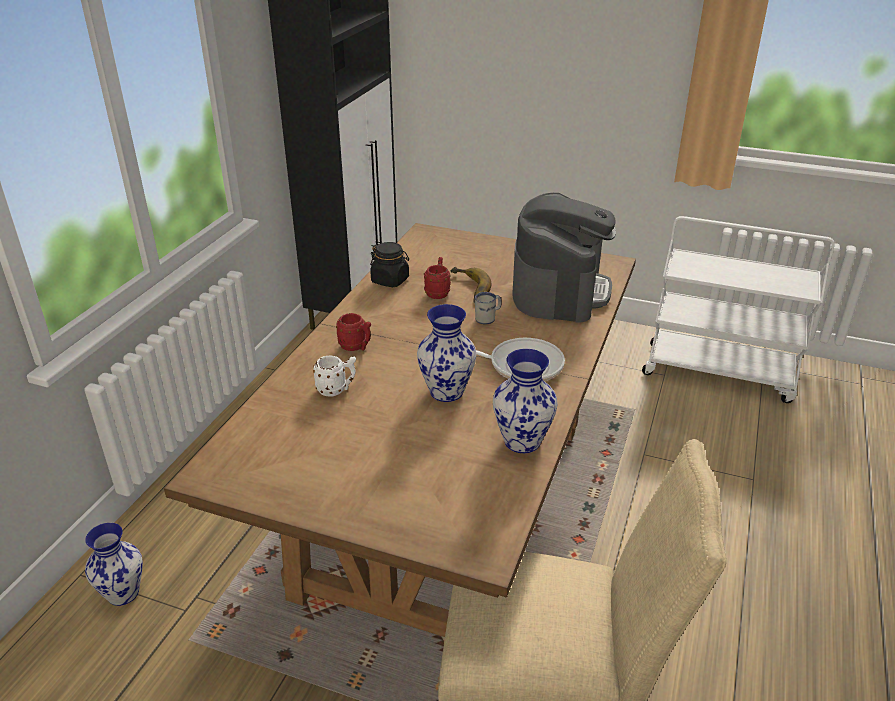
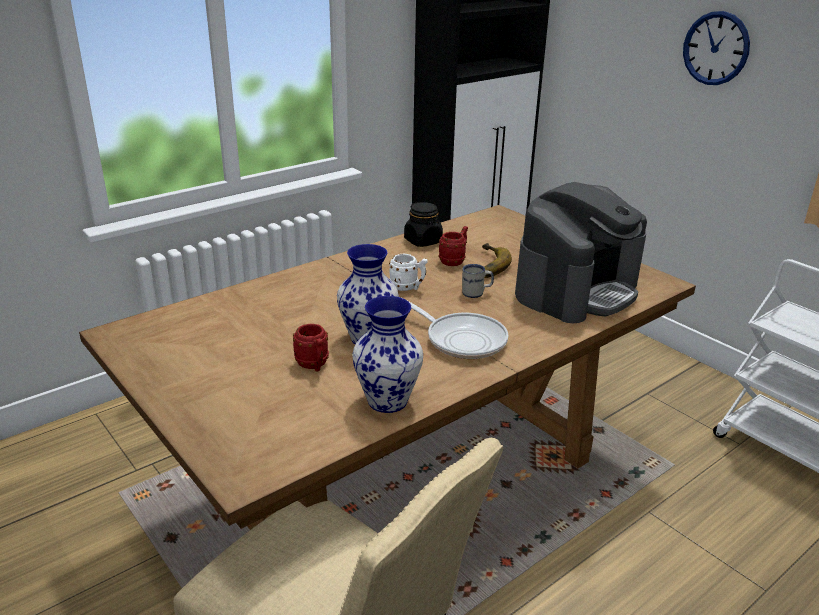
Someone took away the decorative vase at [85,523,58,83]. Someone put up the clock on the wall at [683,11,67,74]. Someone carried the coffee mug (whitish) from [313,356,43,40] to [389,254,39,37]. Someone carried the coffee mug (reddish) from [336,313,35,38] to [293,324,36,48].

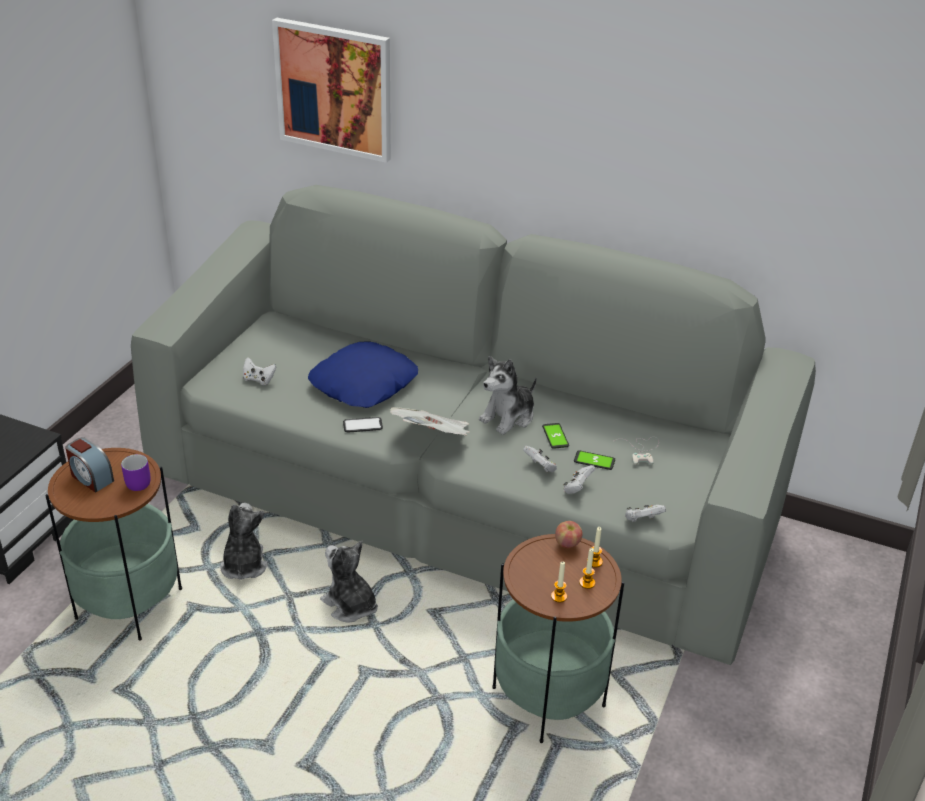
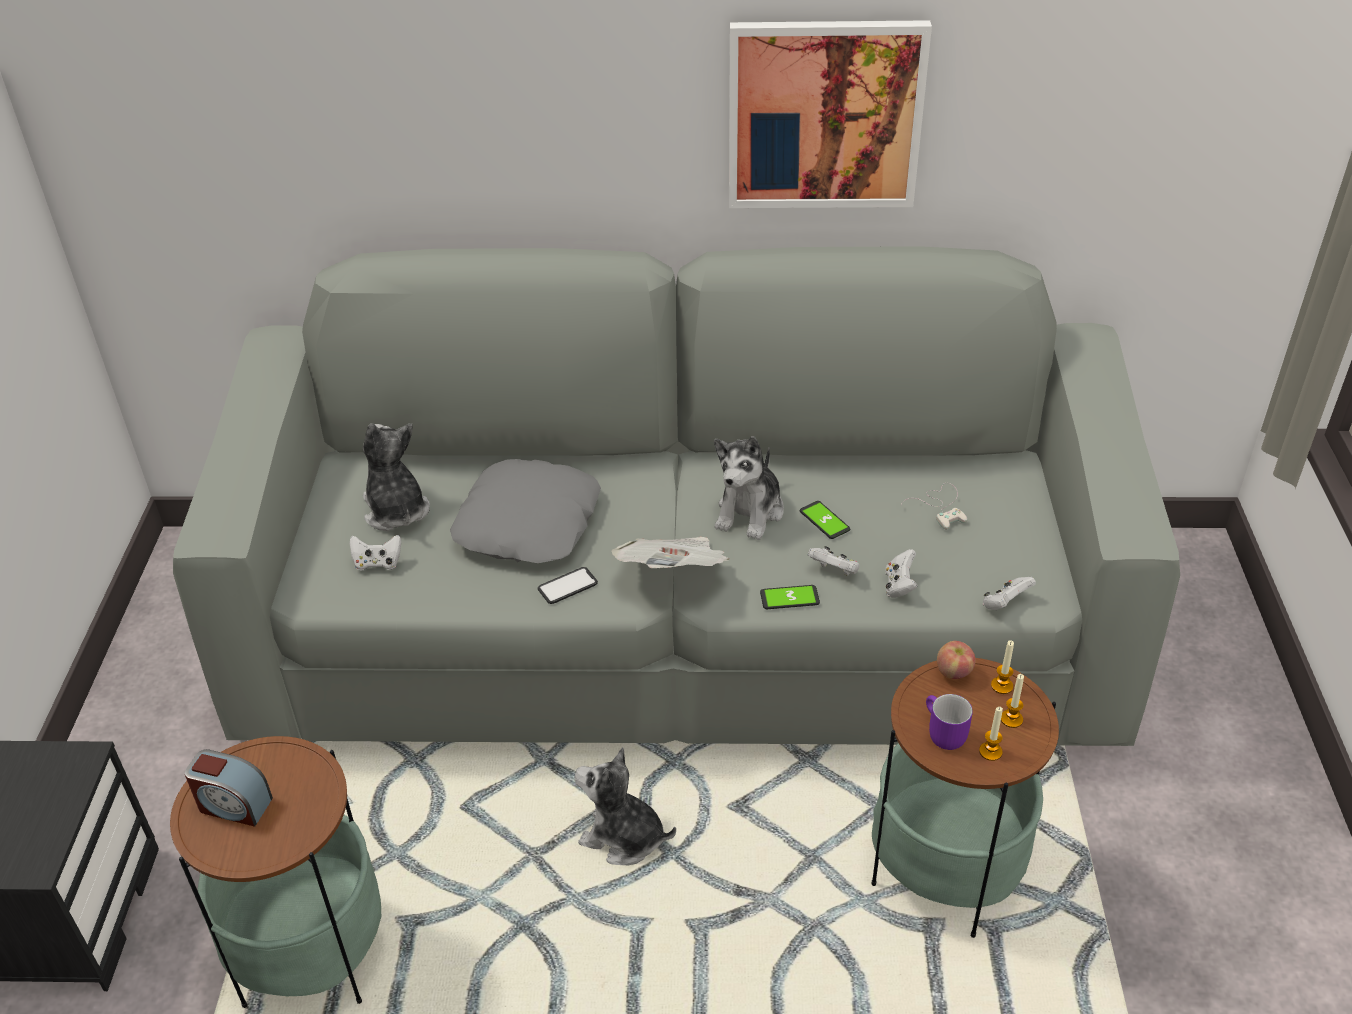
Someone carried the coffee mug (purple-coloured) from [121,454,30,37] to [926,694,47,56]. Someone carried the plush toy from [220,503,48,77] to [363,423,67,108]. Someone carried the picture from [272,18,119,145] to [729,20,203,188]. Someone carried the phone from [574,450,41,20] to [760,585,60,24]. Someone repainted the cushion (blue) at [308,341,110,67], which became the cushion (greyish) at [450,459,151,104].

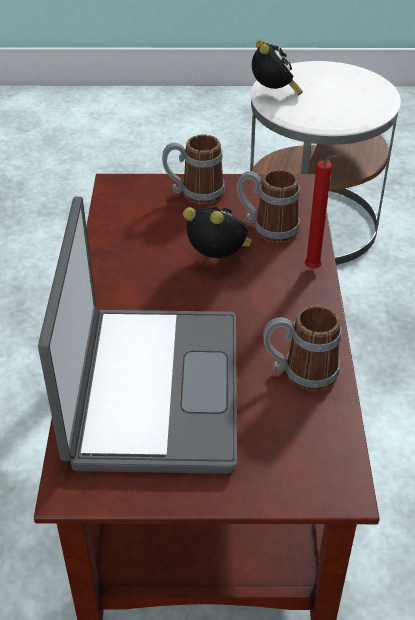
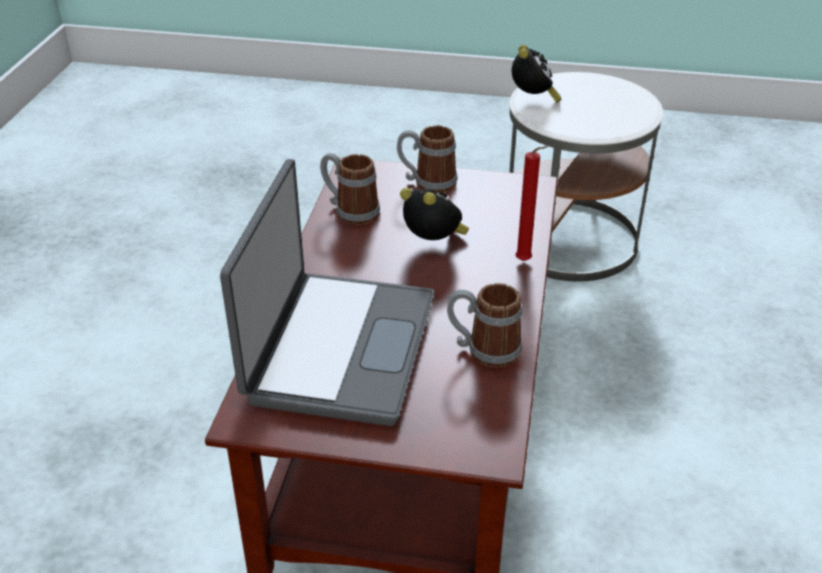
Someone carried the coffee mug from [237,169,63,73] to [320,153,60,72].

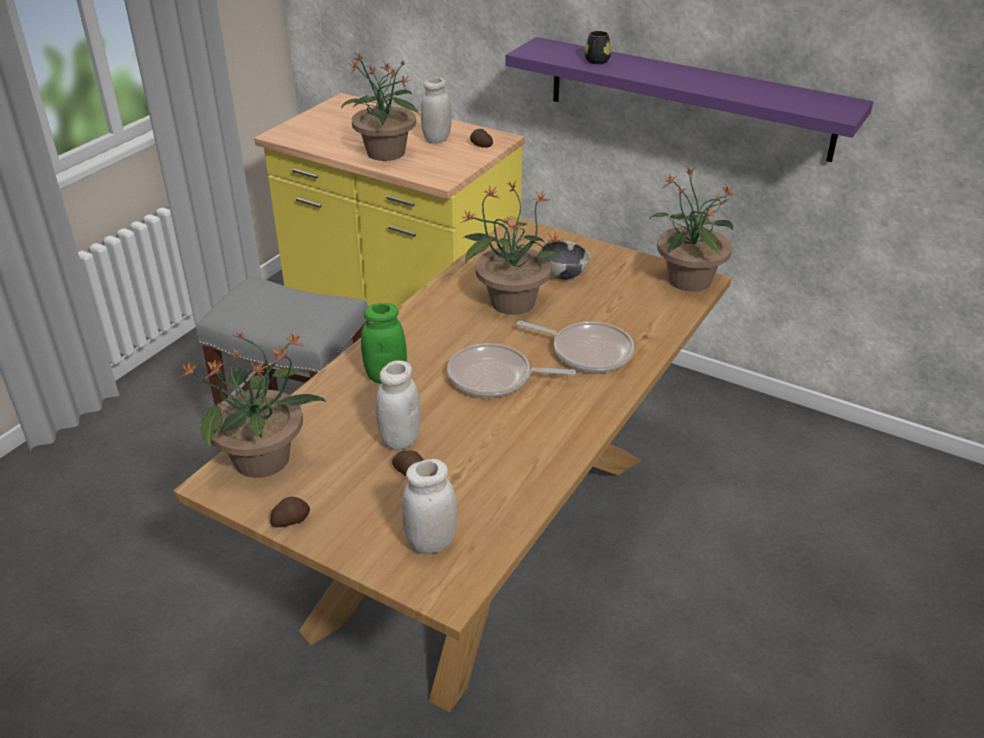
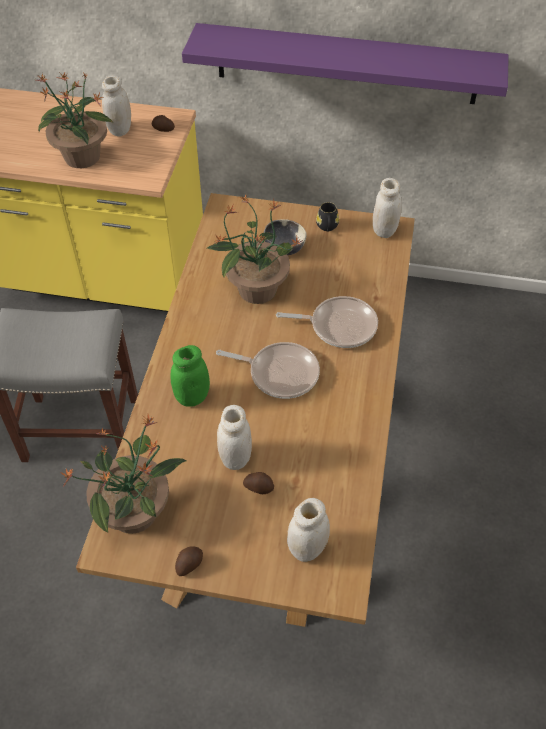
Someone carried the coffee mug (black) from [585,31,26,33] to [316,202,23,30]. Someone swapped the plant in a pot at [650,166,85,126] for the storage jar (whitish) at [373,178,29,60]. Someone rotated the pan at [447,343,129,54] by 150 degrees counterclockwise.

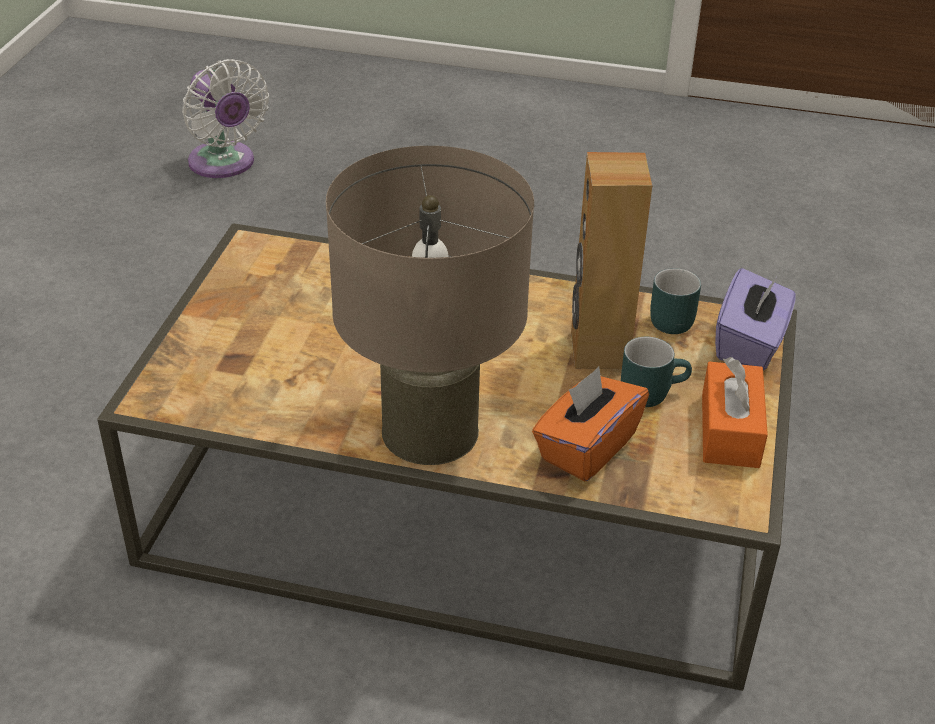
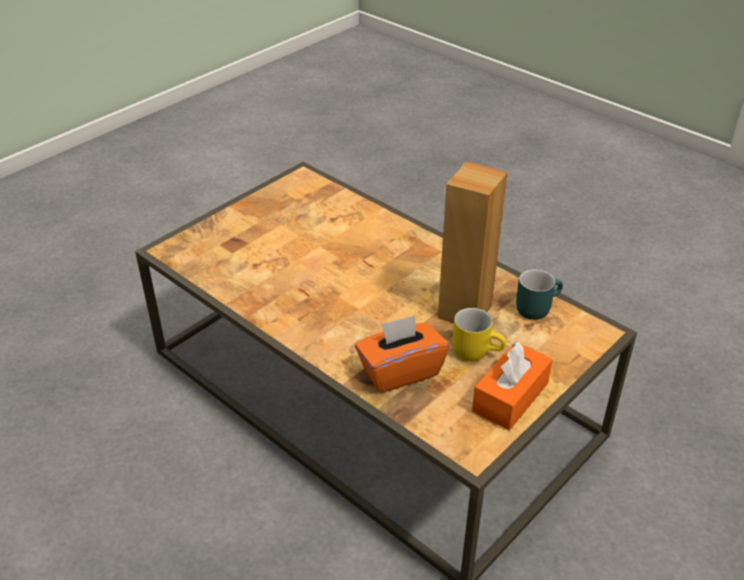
Someone took away the fan (whitish) at [182,59,87,119]. Someone took away the lamp for a table (sand-coloured) at [326,146,208,319]. Someone took away the box of tissues (purple-coloured) at [715,268,81,102]. Someone repainted the coffee mug (turquoise-coloured) at [621,337,71,70], which became the coffee mug (yellow) at [453,308,53,53].

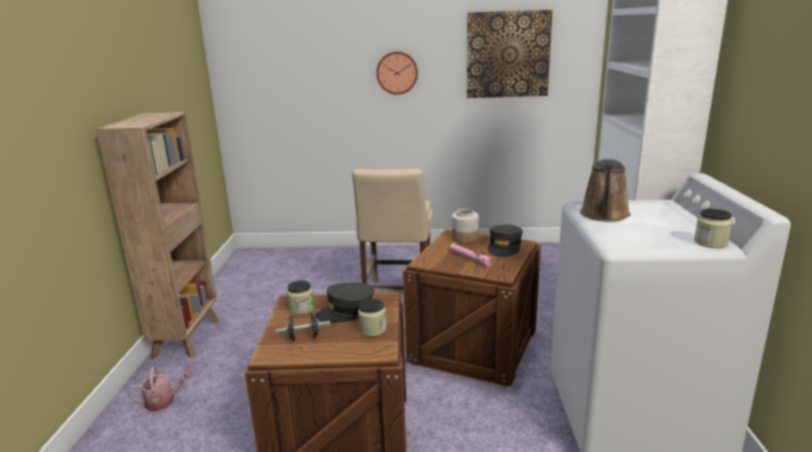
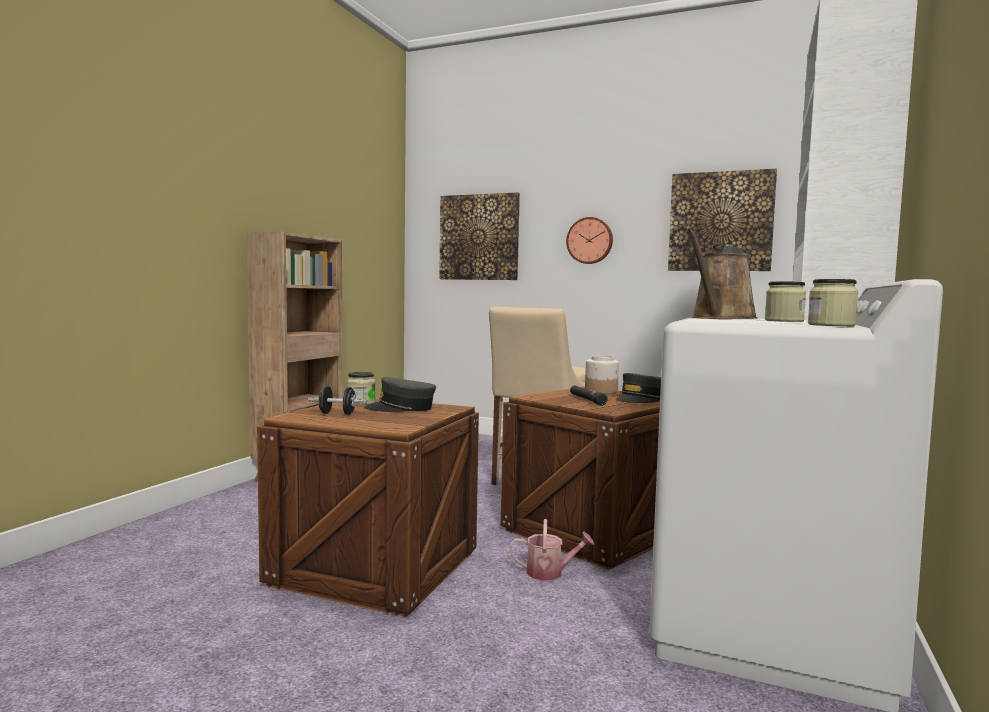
Someone put up the picture at [439,192,81,88]. Someone carried the sprinkling can from [127,367,67,44] to [509,519,86,62]. Someone carried the storage jar from [358,299,28,37] to [765,282,41,40]. Someone repainted the torch (pink) at [450,244,42,23], which became the torch (black) at [570,386,38,20].

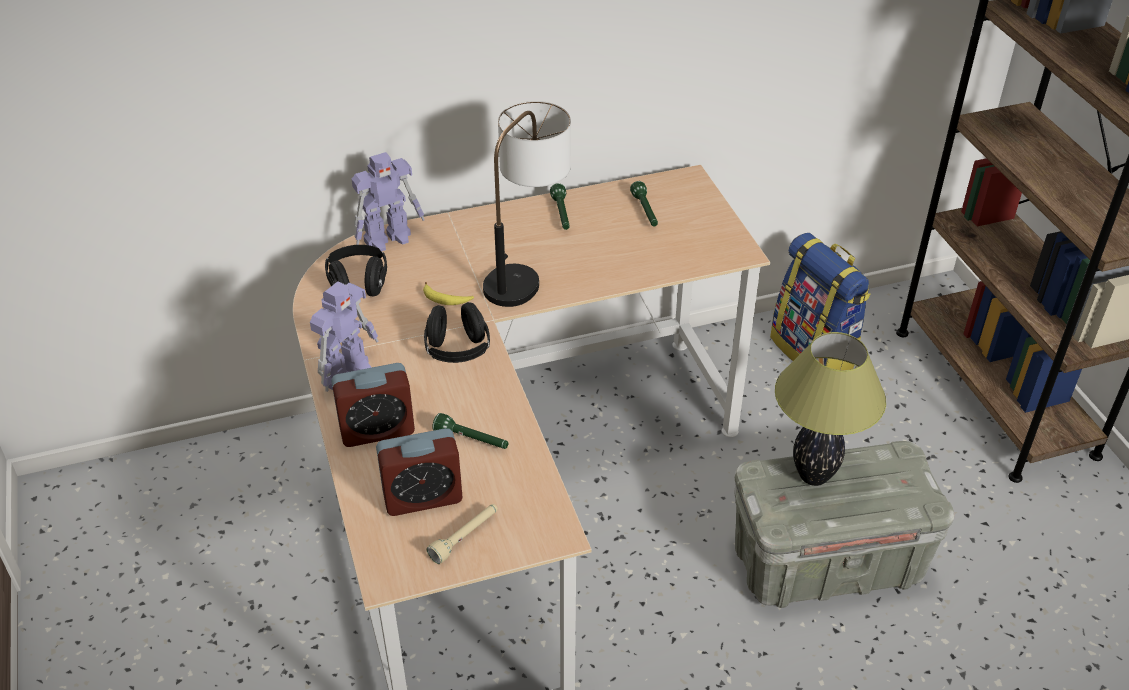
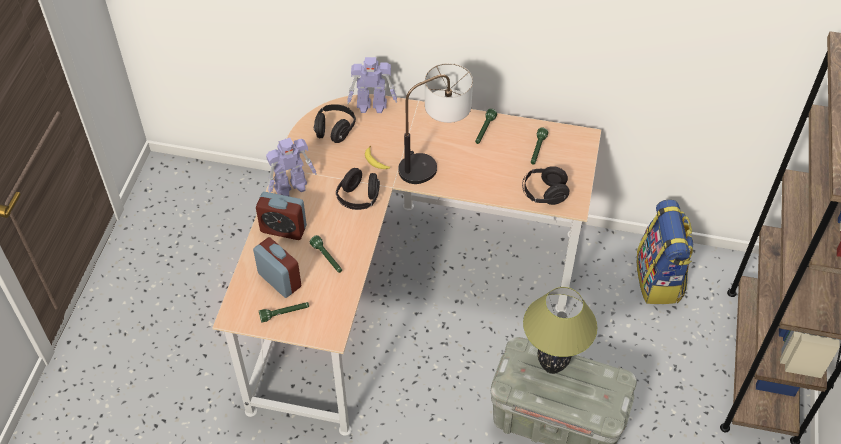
Someone put down the headset (black) at [522,166,47,39]. Someone repainted the torch (sand-coloured) at [426,504,72,60], which became the torch (green) at [259,302,50,21]. Someone rotated the bedside clock at [376,428,87,88] by 150 degrees counterclockwise.

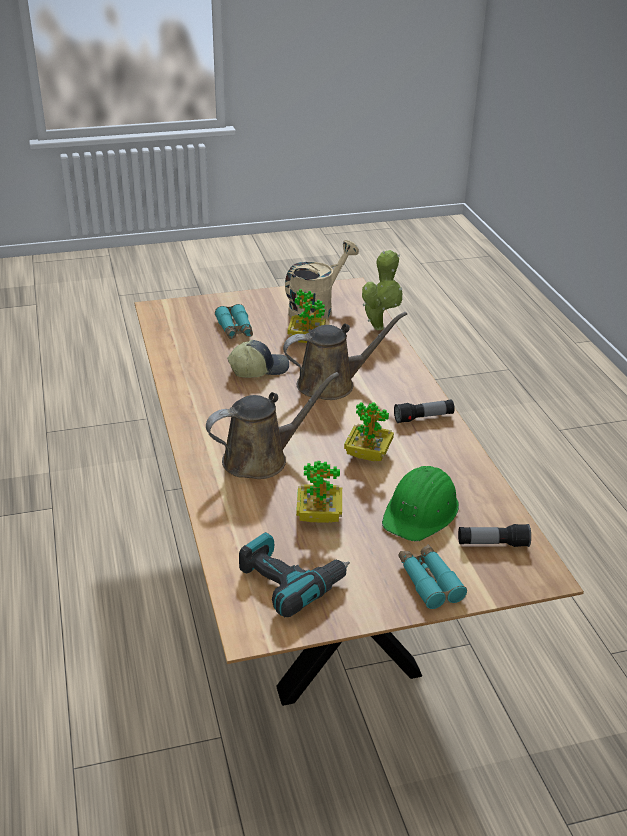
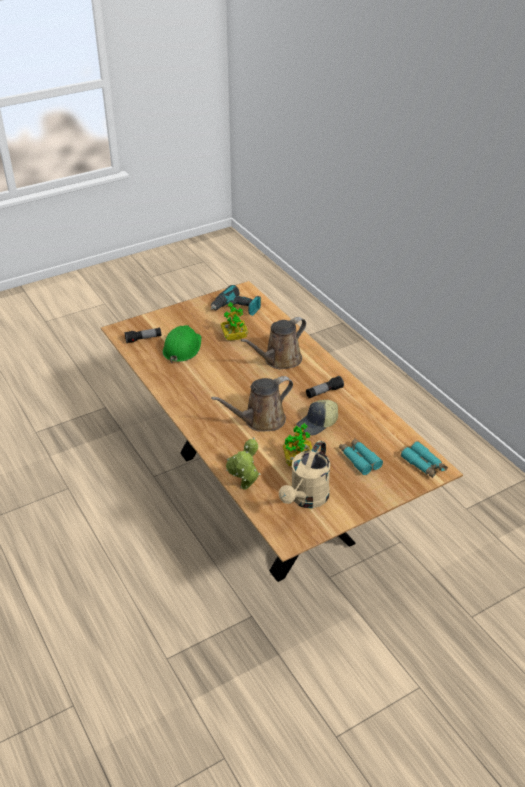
Someone took away the plant in a pot at [344,402,50,59]. Someone carried the torch from [394,400,61,23] to [306,376,38,22]. Someone carried the pair of binoculars (turquoise-coloured) from [398,544,69,65] to [401,441,47,37].

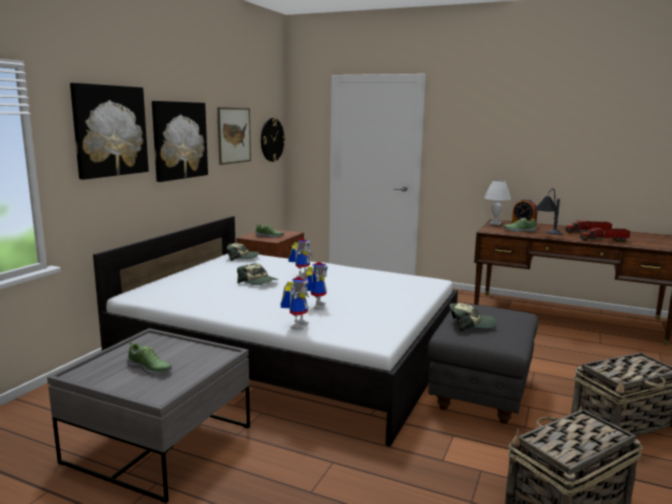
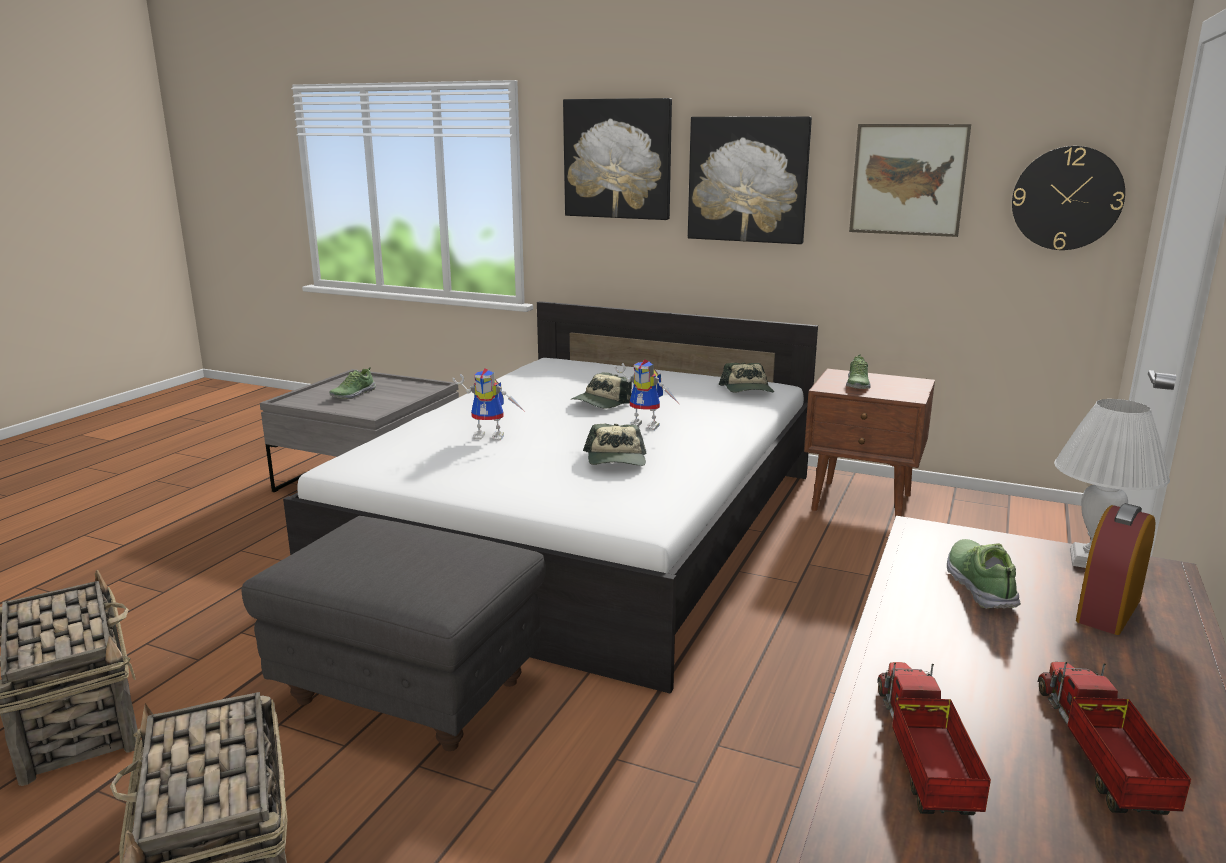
Someone took away the toy robot at [281,277,28,53]. Someone took away the lamp for a table at [535,188,28,47]. Someone carried the peaked cap from [450,303,46,28] to [583,424,63,42].

